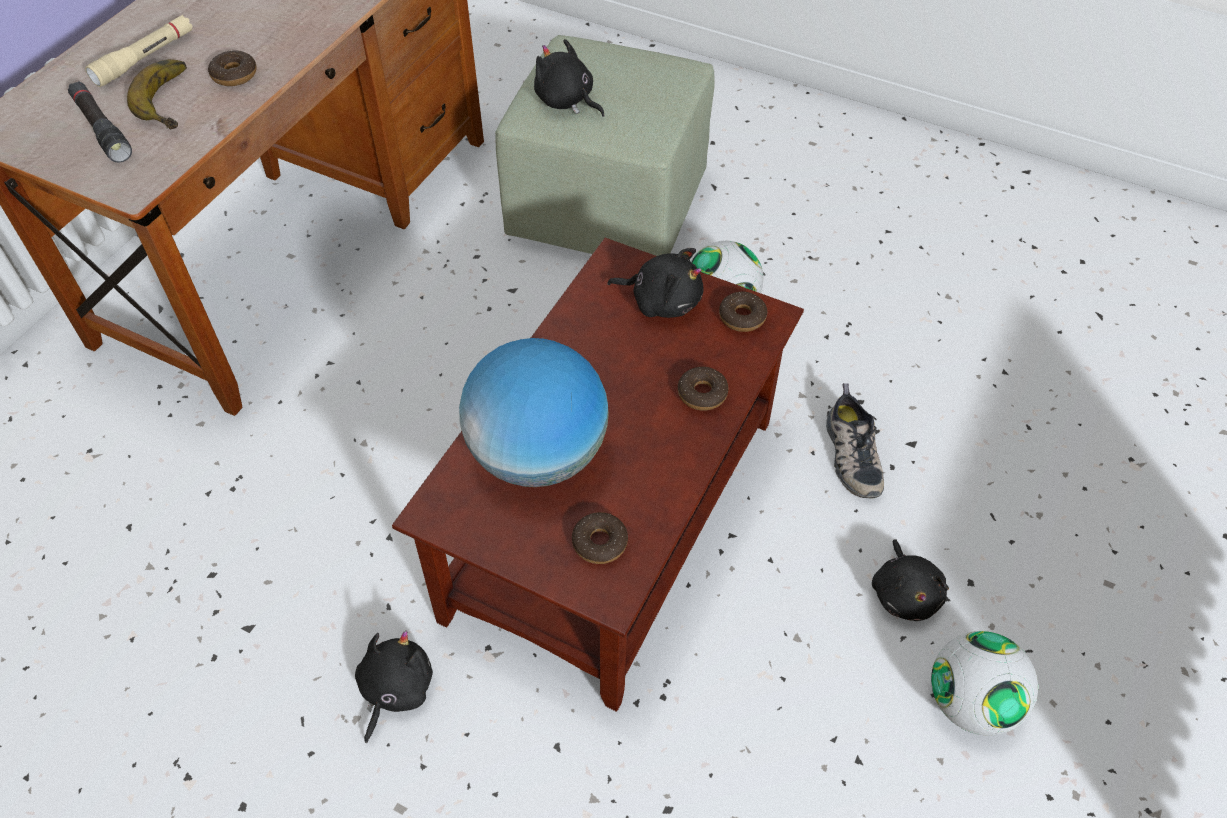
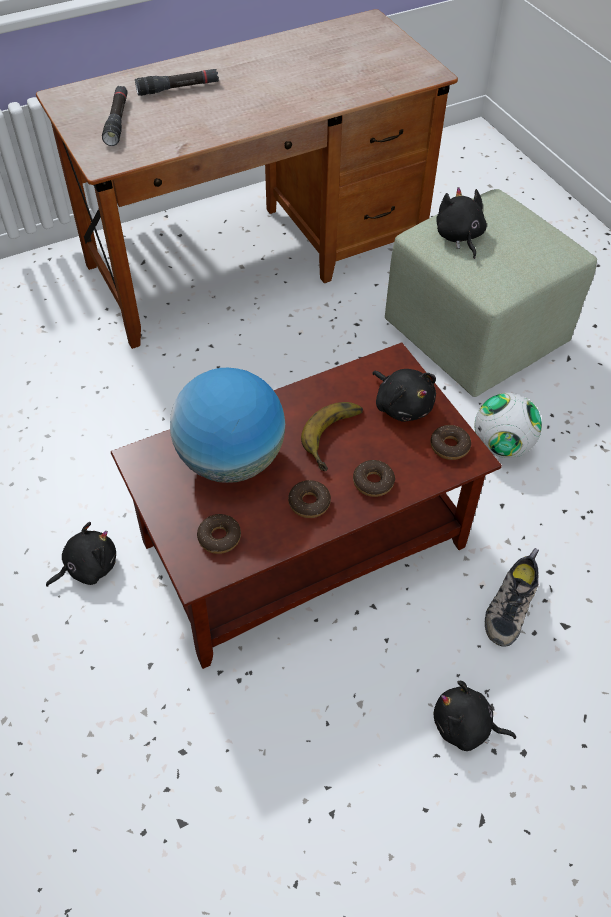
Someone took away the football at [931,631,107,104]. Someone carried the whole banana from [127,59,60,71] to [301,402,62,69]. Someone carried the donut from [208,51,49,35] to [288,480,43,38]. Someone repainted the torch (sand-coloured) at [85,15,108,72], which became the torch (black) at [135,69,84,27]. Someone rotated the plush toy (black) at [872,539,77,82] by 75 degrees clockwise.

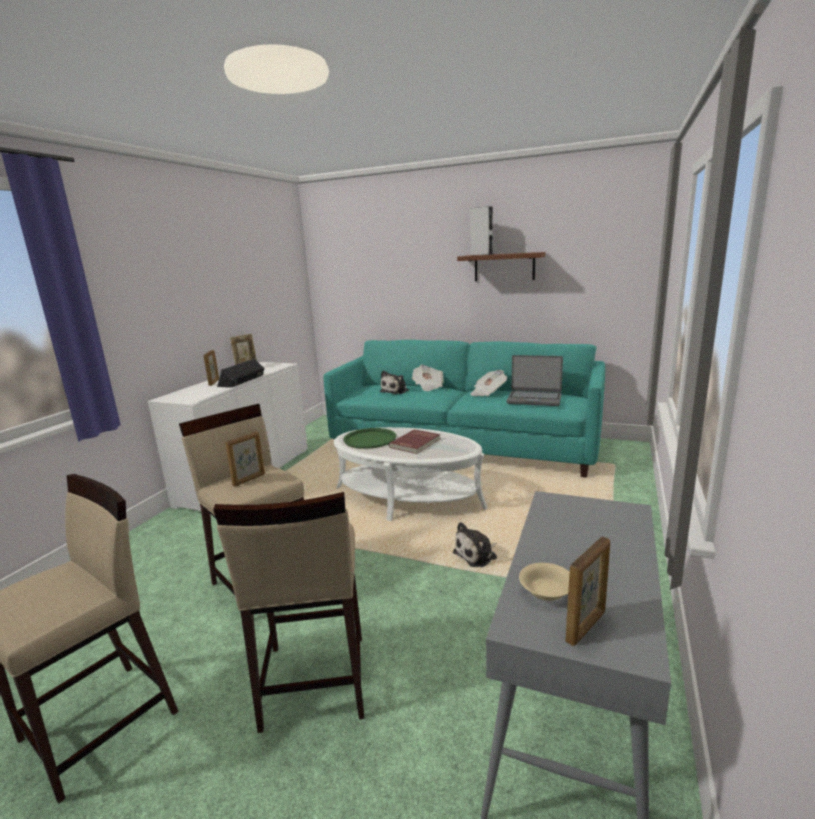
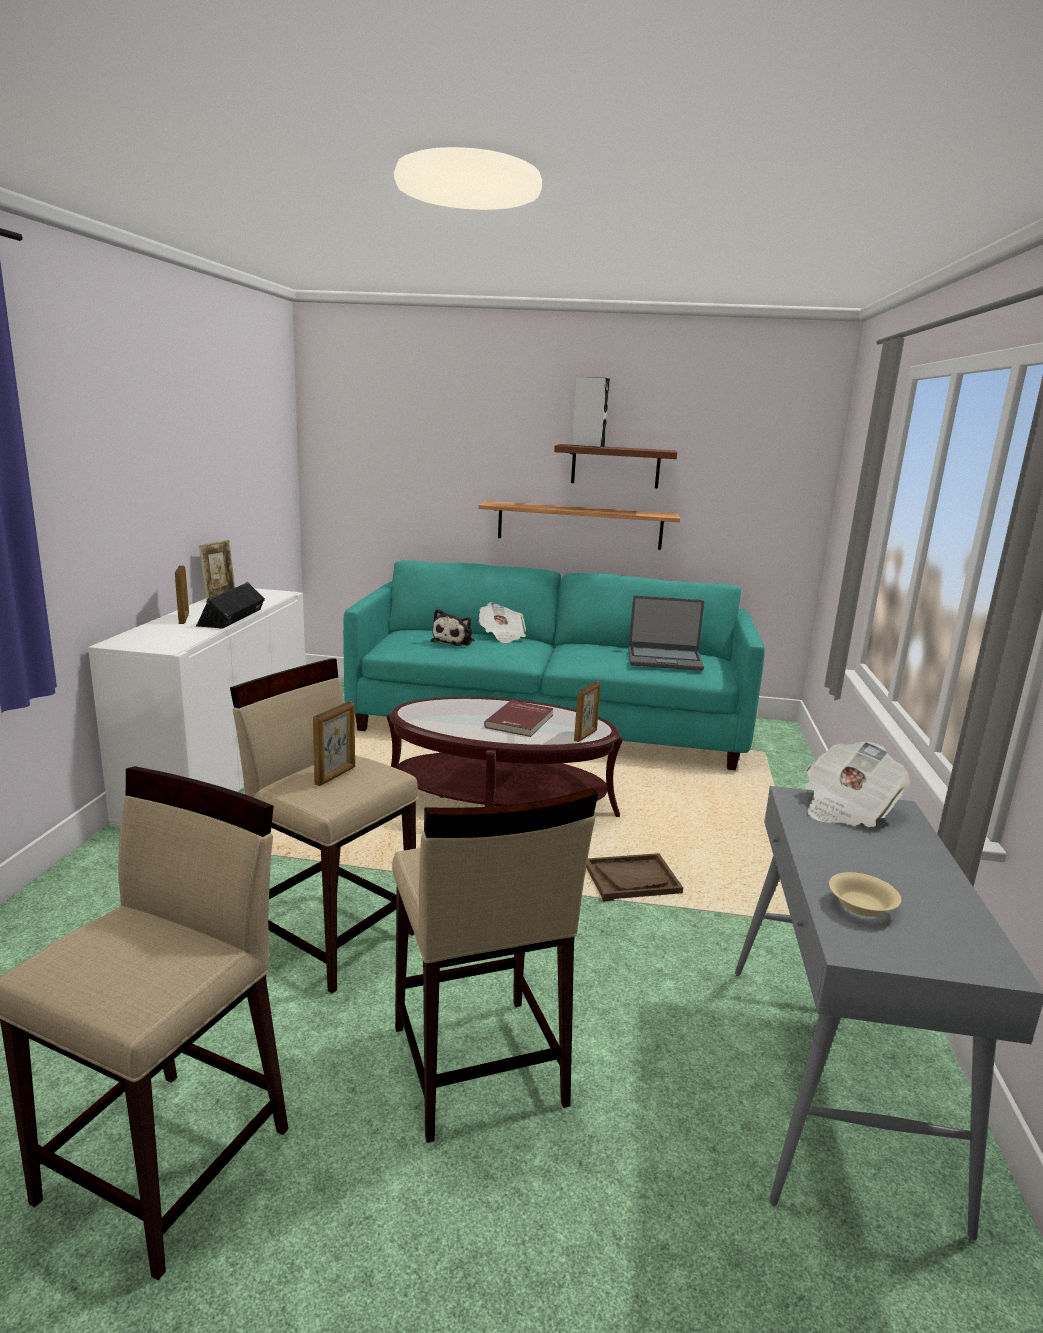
Someone took away the tray (green) at [343,428,53,21]. Someone put up the shelf at [479,501,201,49]. Someone carried the newspaper from [470,370,37,26] to [804,742,106,85]. Someone carried the picture frame from [565,536,45,110] to [574,681,27,61]. Someone swapped the plush toy at [453,522,44,45] for the tray (brown-coloured) at [586,853,97,49]. Someone repainted the low table (whitish) at [334,427,154,94], which became the low table (brown-coloured) at [387,697,236,120].

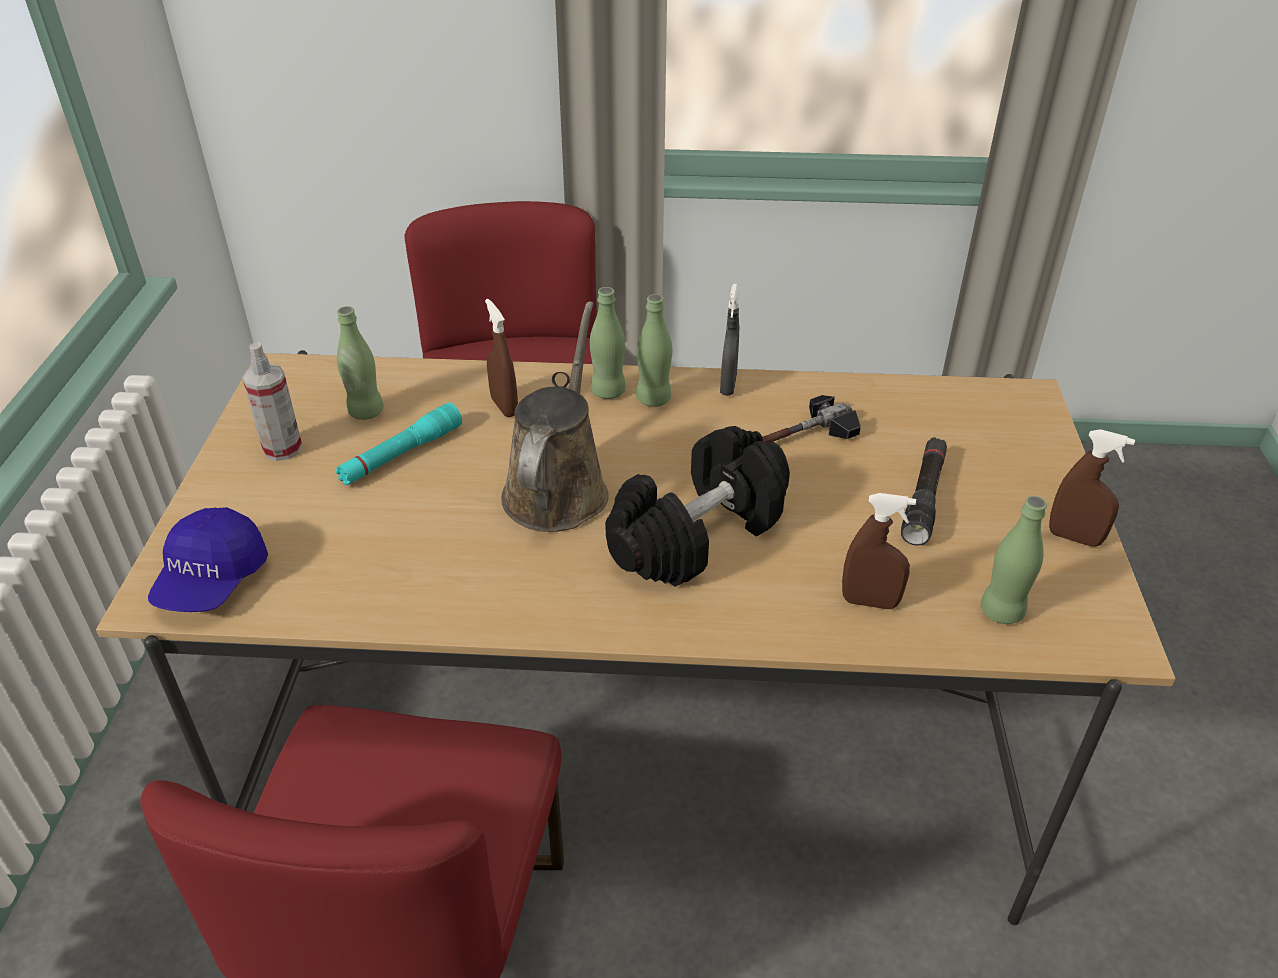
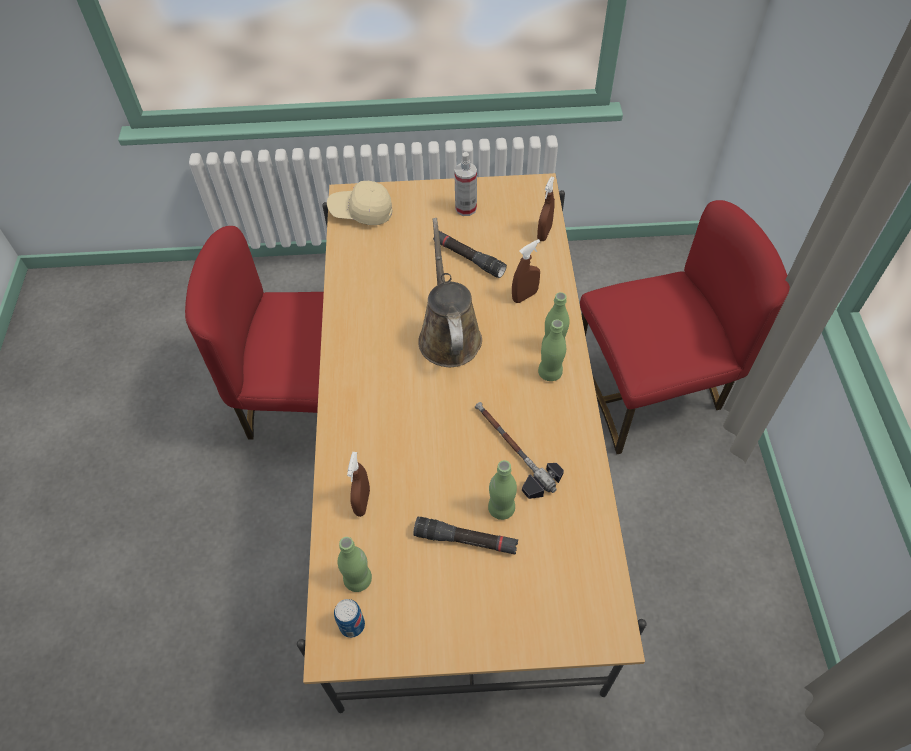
Someone took away the dumbbell (black) at [605,426,185,161]. Someone took away the hand sprayer (greyish) at [720,284,19,112]. Someone put down the metal can at [334,599,31,39]. Someone carried the beverage bottle (green) from [337,306,47,114] to [488,460,29,60]. Someone carried the hand sprayer (brown-coloured) from [1049,429,86,118] to [537,177,18,64]. Someone repainted the peaked cap (blue) at [148,507,120,105], which became the peaked cap (sand-coloured) at [327,181,66,44]. Someone repainted the torch (turquoise-coloured) at [336,403,126,82], which became the torch (black) at [433,231,74,47]. Someone rotated the sprinkling can (brown-coloured) at [501,301,108,231] by 105 degrees counterclockwise.

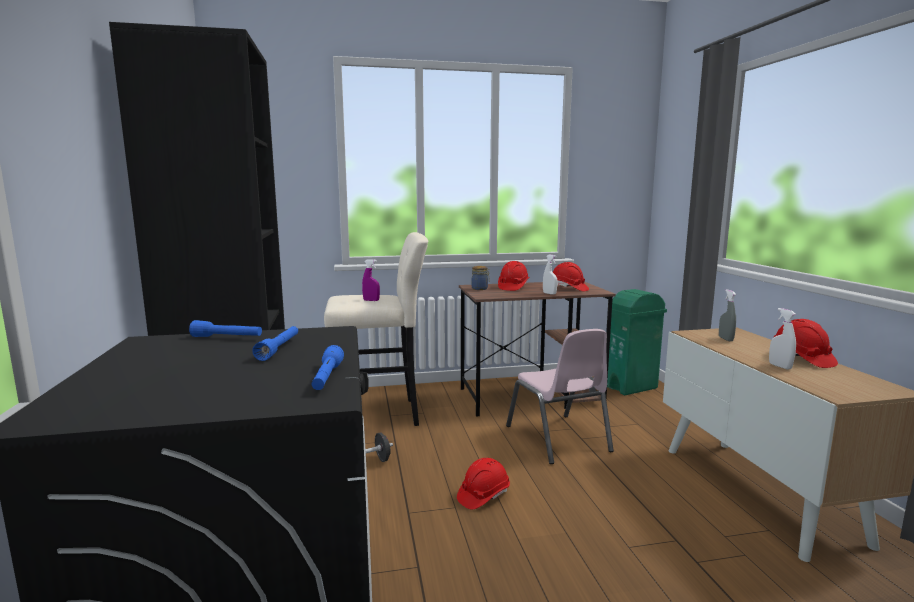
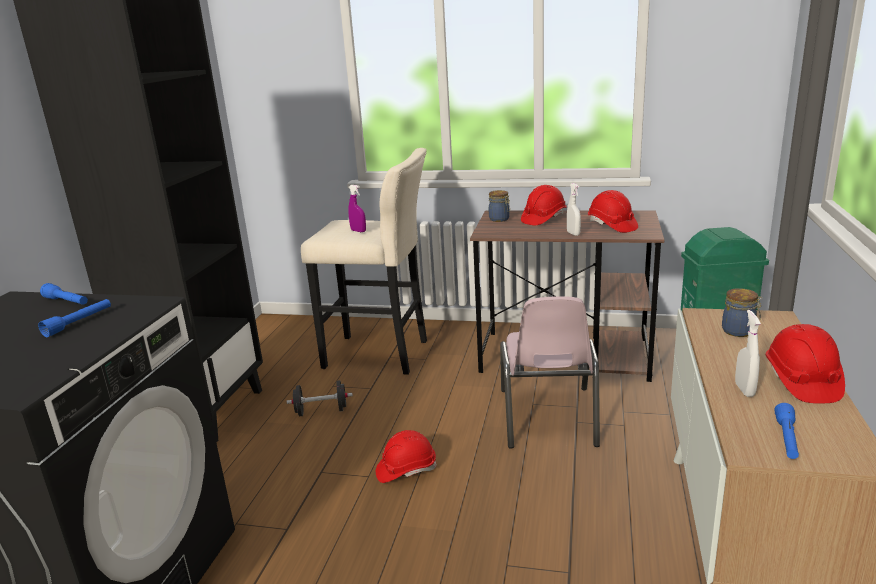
Someone carried the torch (blue) from [312,345,32,45] to [774,403,25,56]. Someone swapped the hand sprayer (greyish) at [719,289,17,52] for the storage jar at [722,288,40,49].

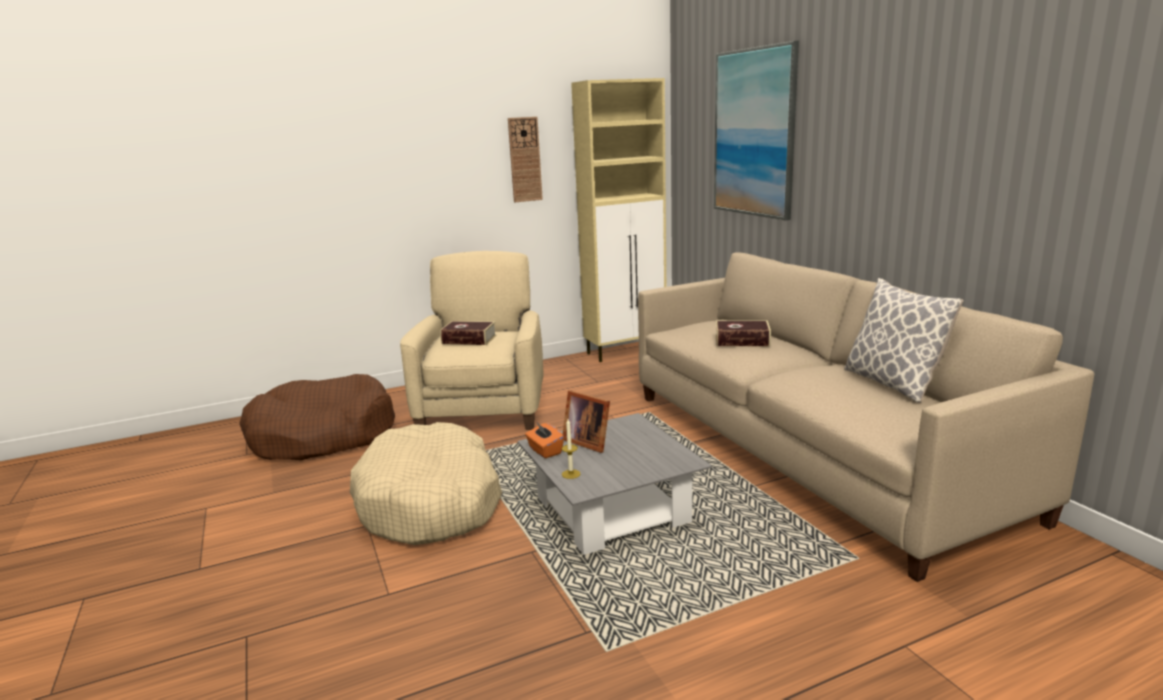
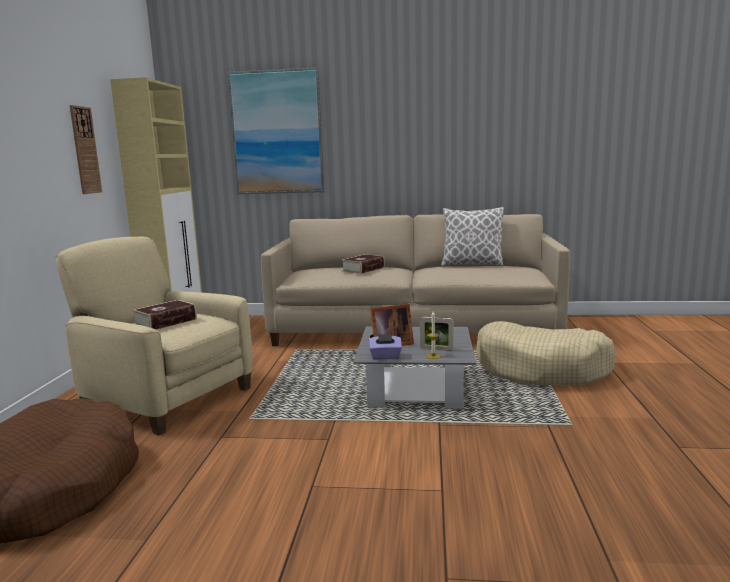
Someone put down the picture frame at [420,317,34,34]. Someone carried the dog cushion (sand-coloured) from [350,422,152,123] to [476,321,140,65]. Someone repainted the box of tissues (orange-coloured) at [525,423,39,35], which became the box of tissues (purple-coloured) at [369,334,33,26].

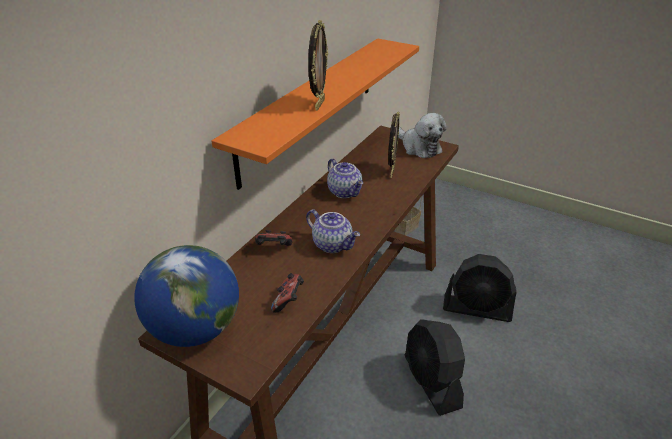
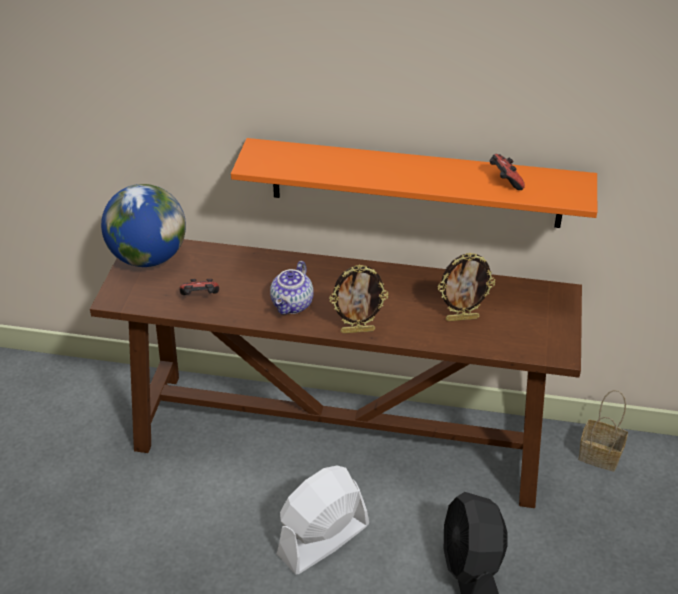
Someone took away the tea pot at [327,158,36,40]. Someone took away the plush toy at [398,113,49,45]. Someone carried the joypad from [255,230,38,16] to [490,154,35,36]. Someone carried the picture frame from [308,20,20,91] to [329,264,59,70]. Someone repainted the fan (black) at [404,319,61,97], which became the fan (whitish) at [277,466,92,108].

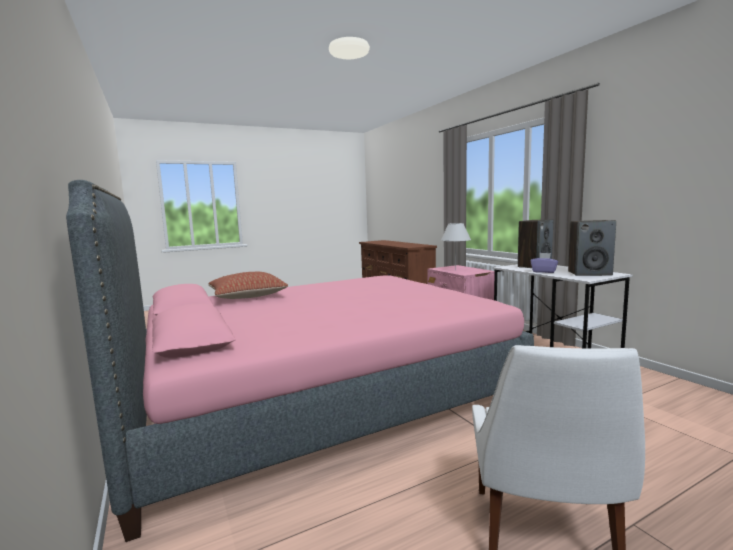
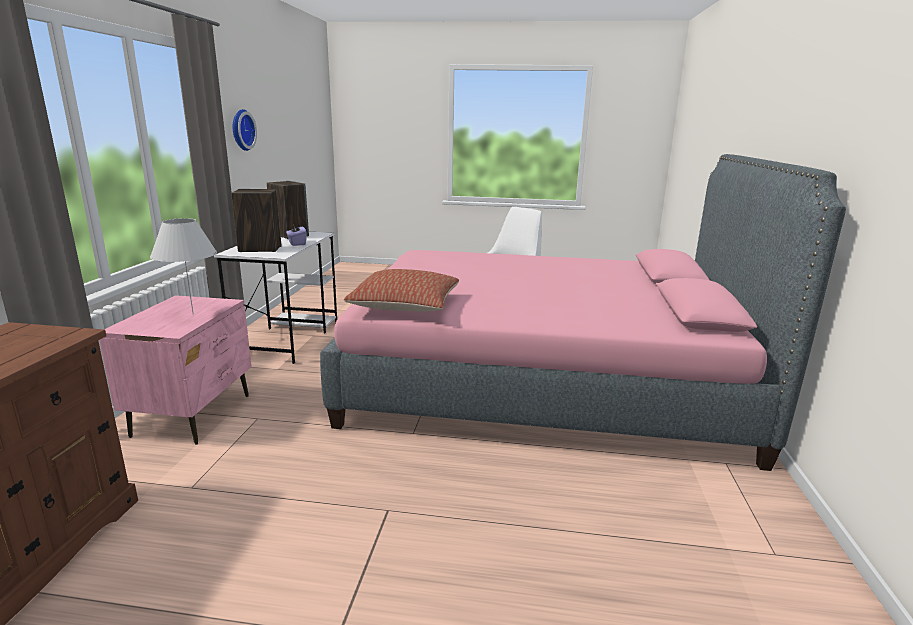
Someone put up the clock on the wall at [233,109,24,42]. Someone carried the cushion from [208,272,80,27] to [344,269,115,42].

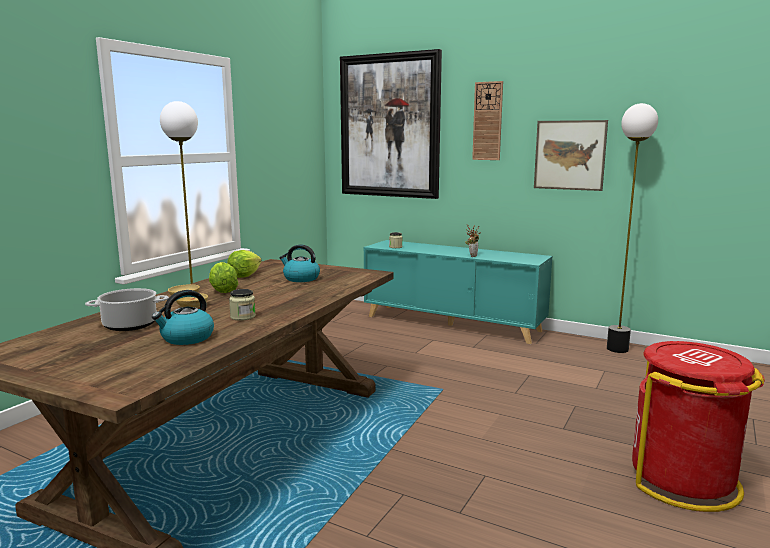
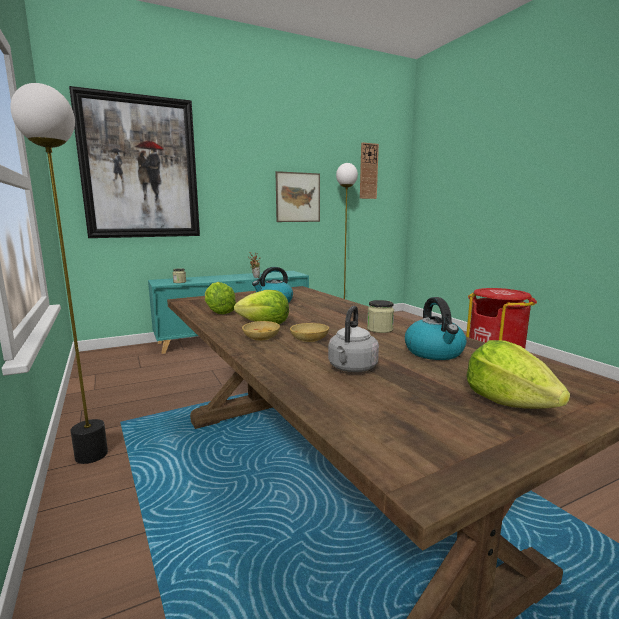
Someone put down the head of lettuce at [466,340,104,69]. Someone carried the clock on the wall from [472,81,31,79] to [360,142,19,57]. Someone swapped the saucepot at [85,288,84,43] for the tea kettle (greyish) at [328,306,51,66].

